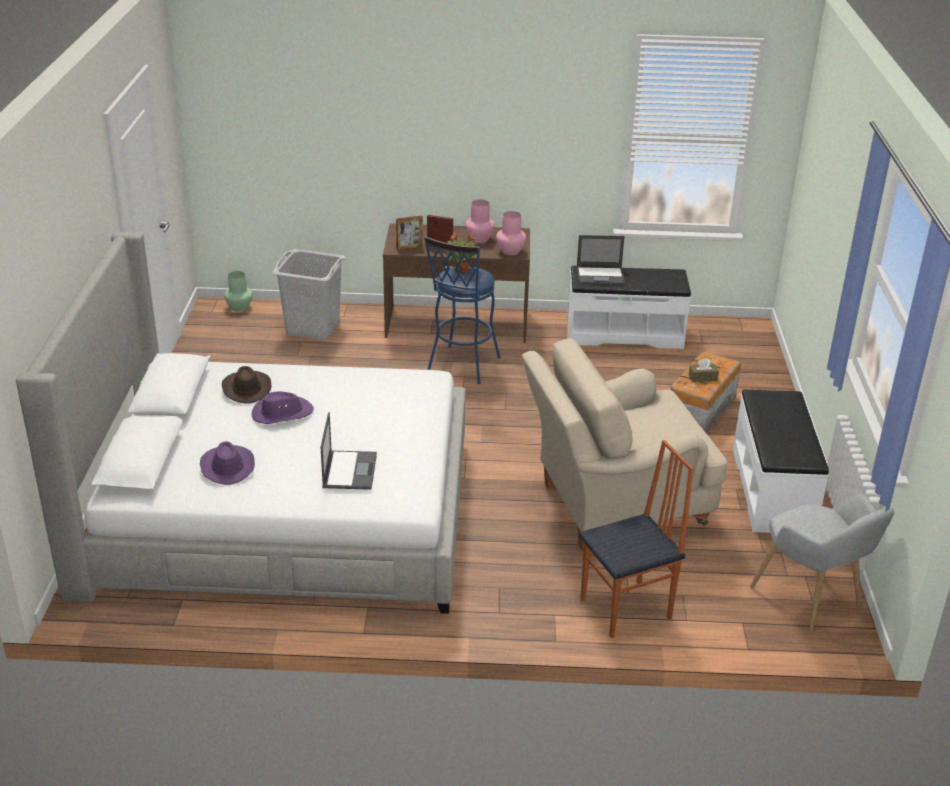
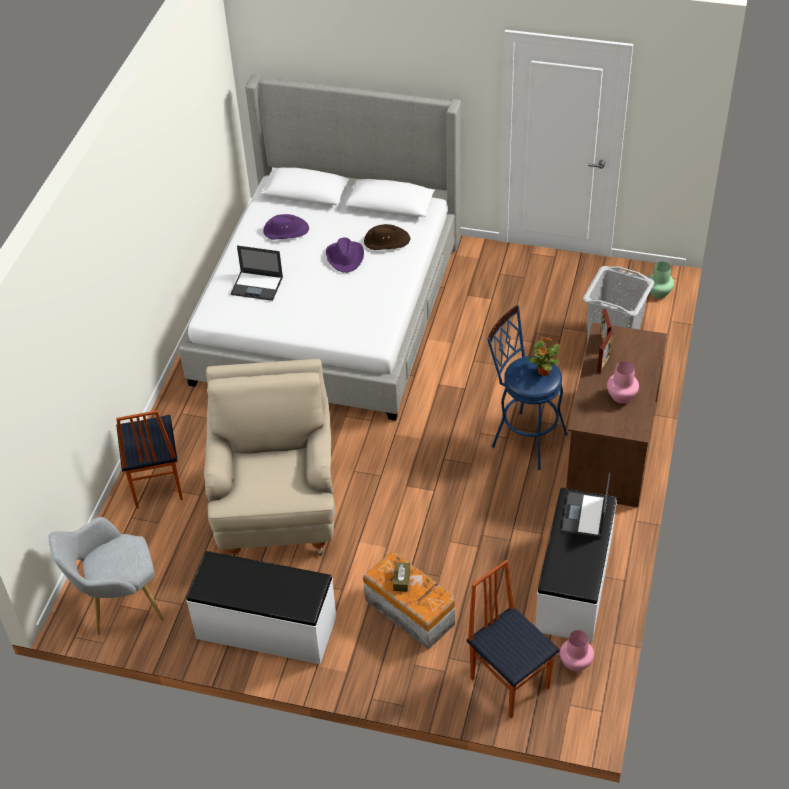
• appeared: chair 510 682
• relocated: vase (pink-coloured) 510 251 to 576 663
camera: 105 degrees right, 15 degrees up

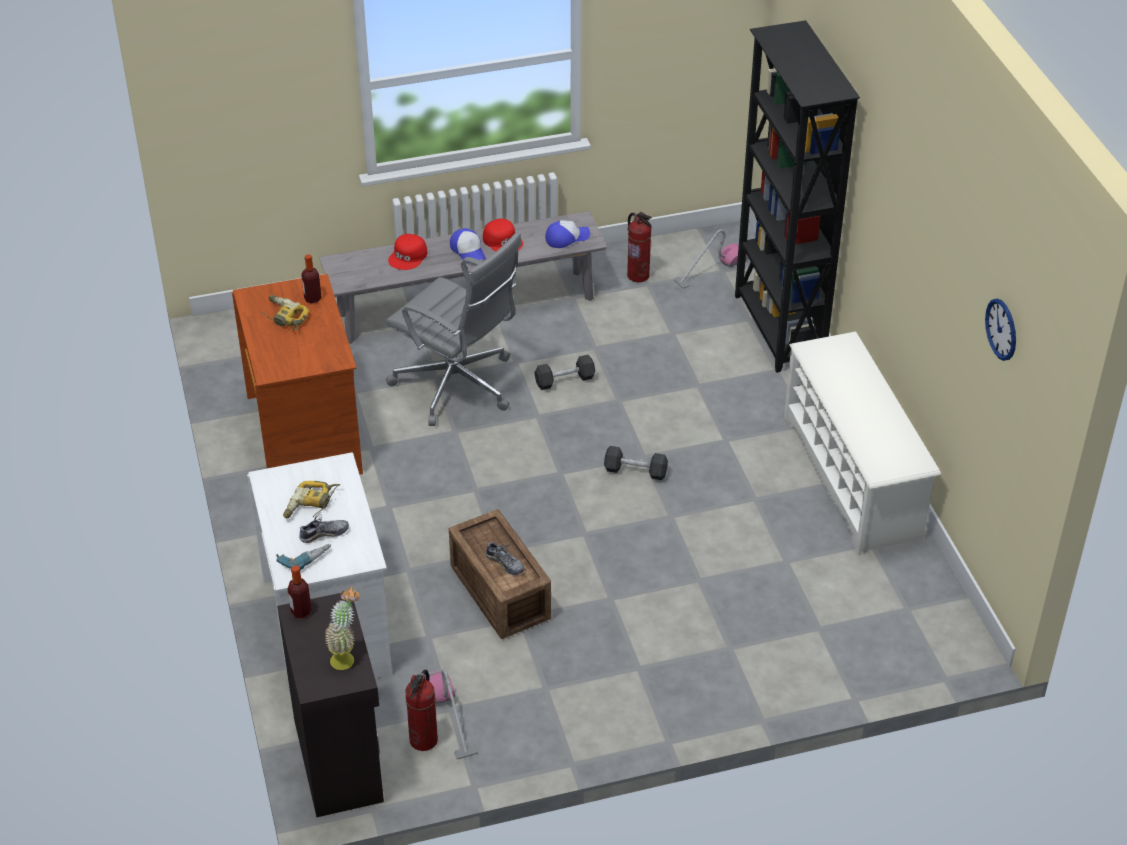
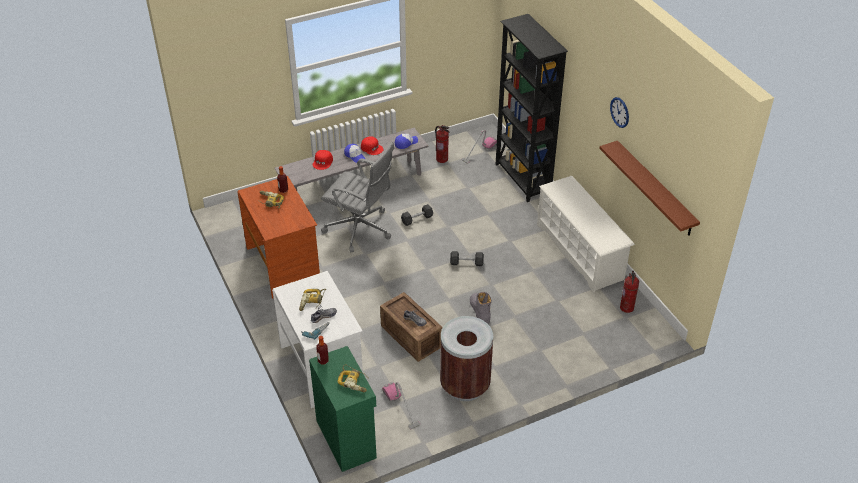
• appeared: waste bin (brown-coloured) 464 385
• appeared: tall boot (gray) 480 311
• appeared: wall shelf (brown-coloured) 655 189
• relocated: fire-fighting cylinder 424 740 to 627 308
• relocated: clock on the wall 1001 329 to 619 112
• exchanged: houseplant 346 656 to electric drill 354 381
• colour: cabinet (blackish) 340 758 to cabinet (greenish) 347 438
camera: 10 degrees left, 0 degrees up

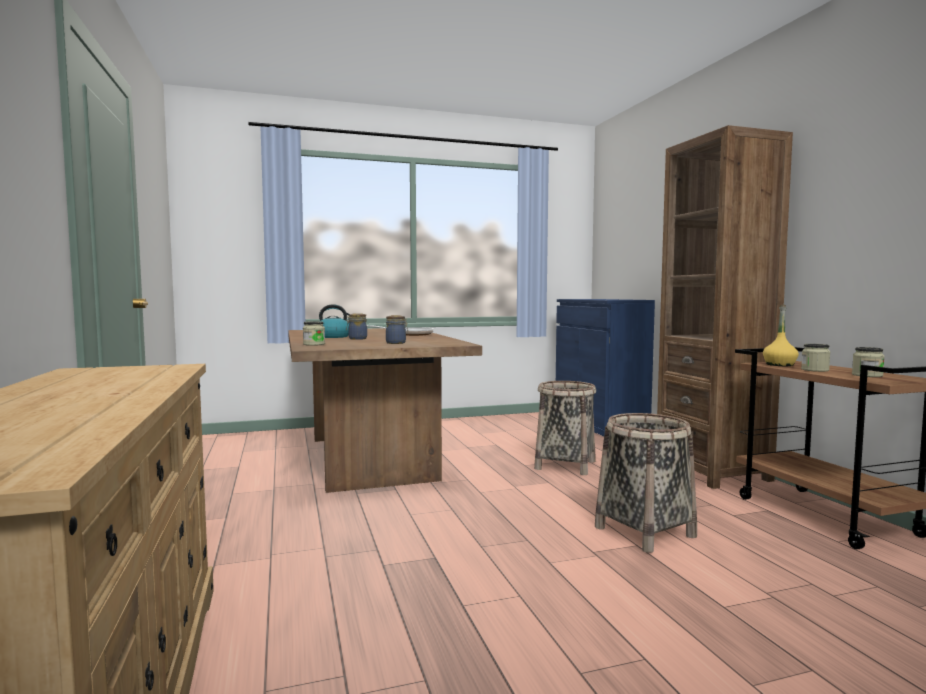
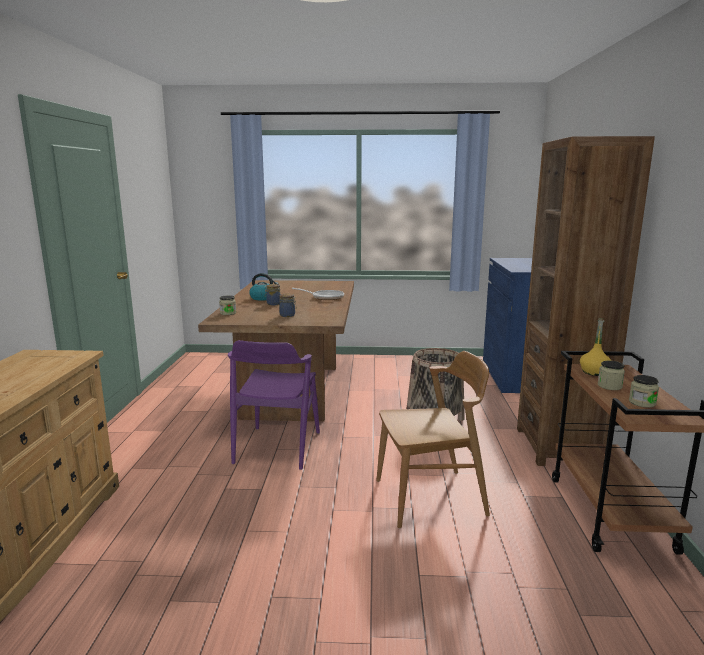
• appeared: chair (purple-coloured) 277 447
• exchanged: basket 645 532 to chair (brown-coloured) 430 497
camera: 20 degrees right, 10 degrees up

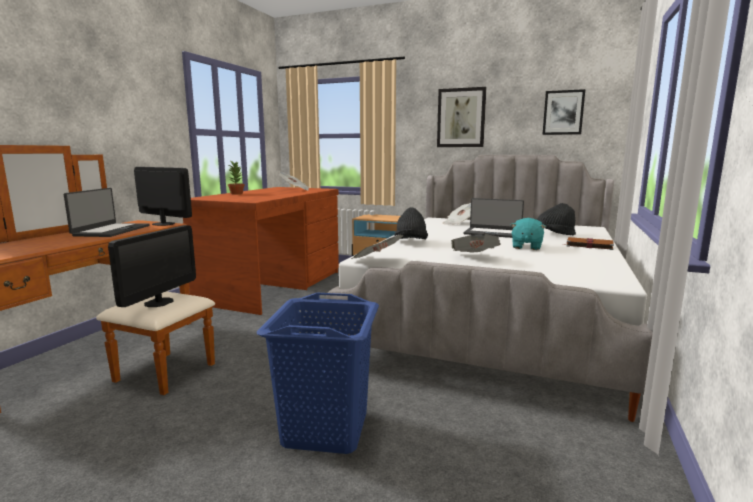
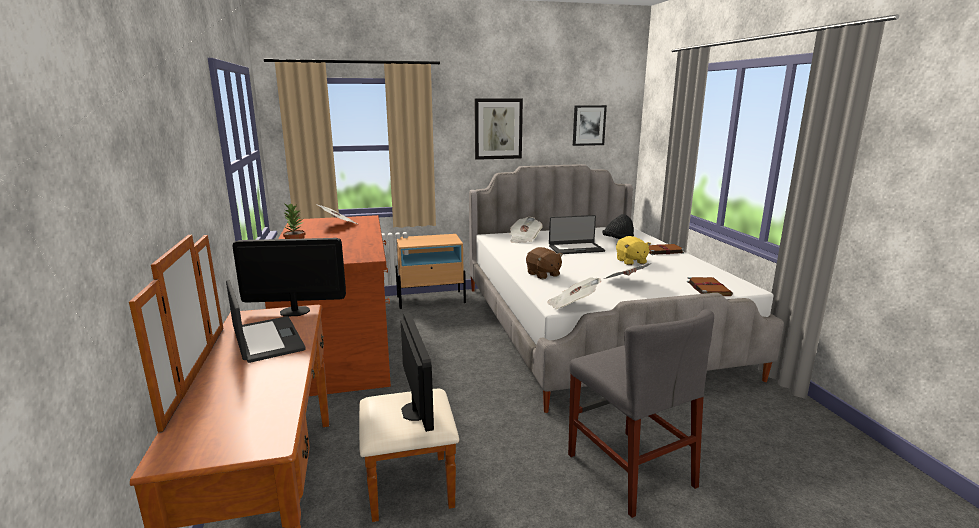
• appeared: bound book (brown-coloured) 708 288
• exchanged: hamper (blue-coloured) 324 429 to chair (gray) 629 470
• exchanged: wearable hat (blackish) 410 242 to soft toy (brown-coloured) 543 274
• colour: soft toy (turquoise) 526 247 to soft toy (yellowish) 631 261
camera: 35 degrees left, 5 degrees up

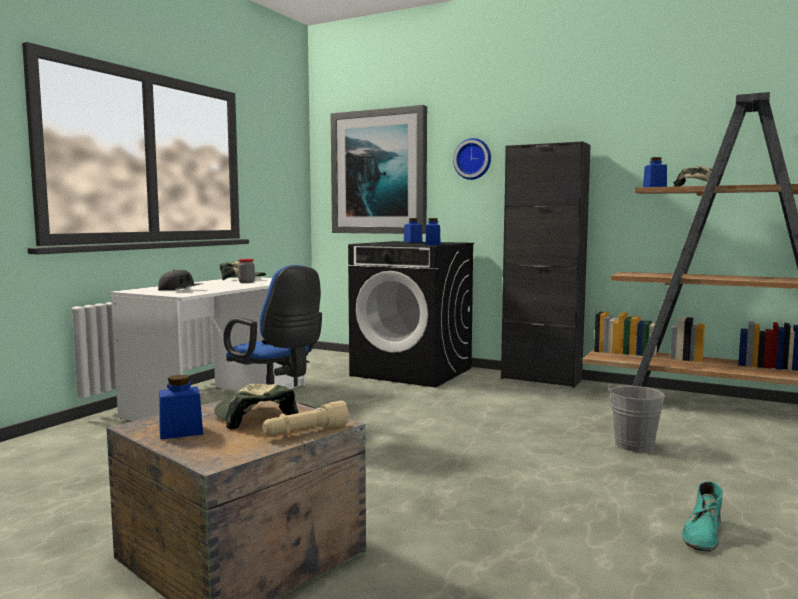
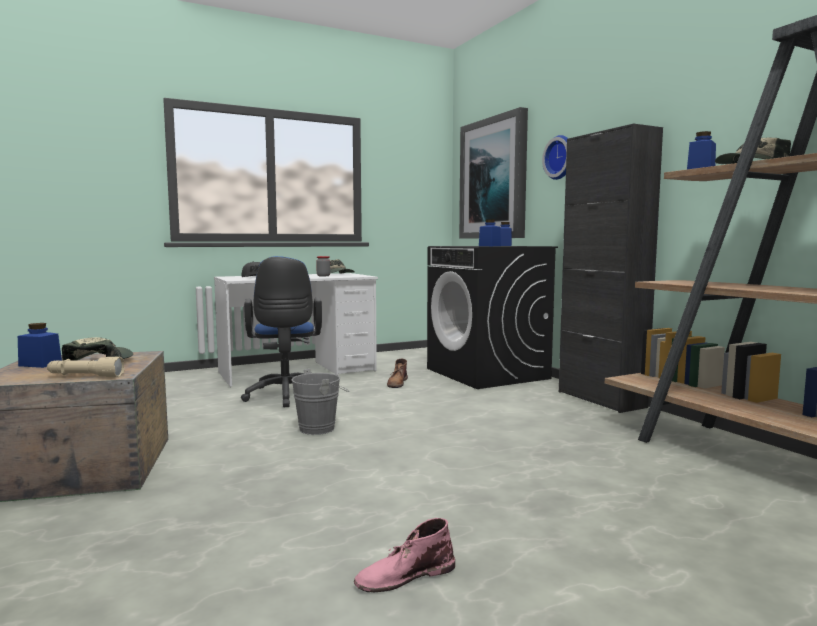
• appeared: tall boot (brown-coloured) 397 383
• relocated: pail (gray) 634 444 to 321 428
• colour: tall boot (turquoise) 702 534 to tall boot (pink-coloured) 404 575
camera: 35 degrees right, 0 degrees up

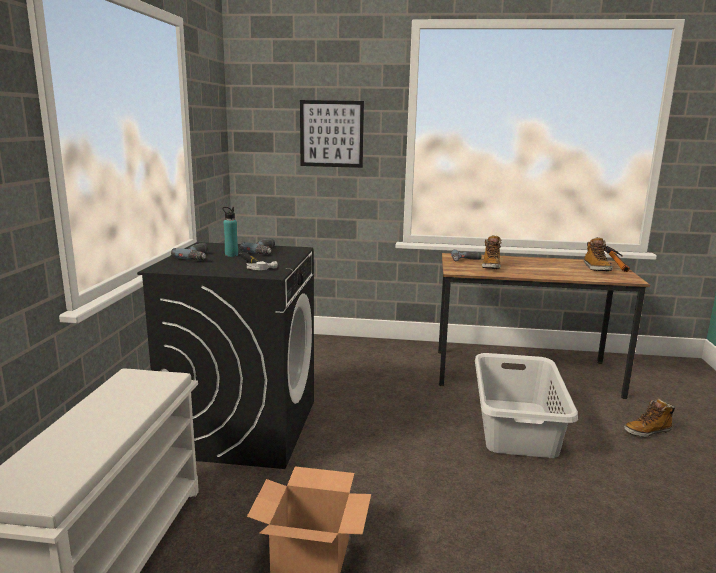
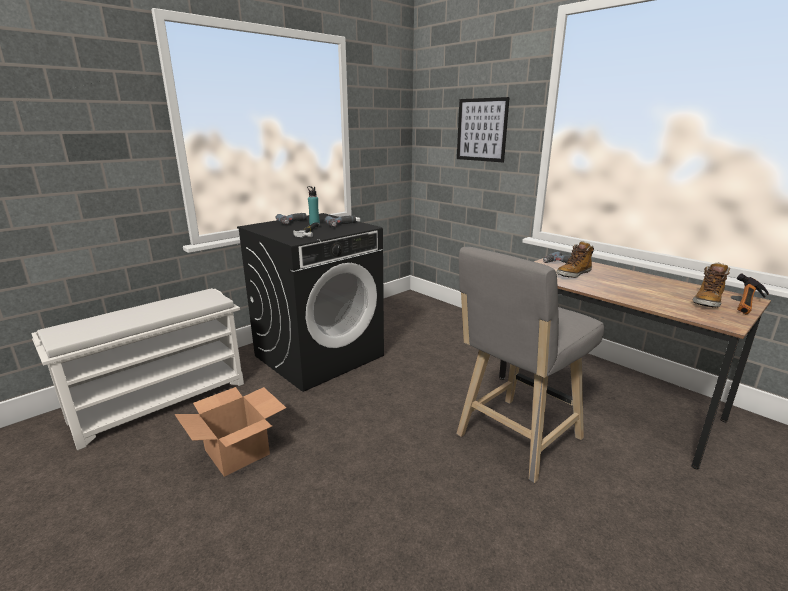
• missing: tall boot 647 431
• exchanged: hamper (gray) 515 427 to sitting stool (gray) 514 439
camera: 40 degrees right, 5 degrees up

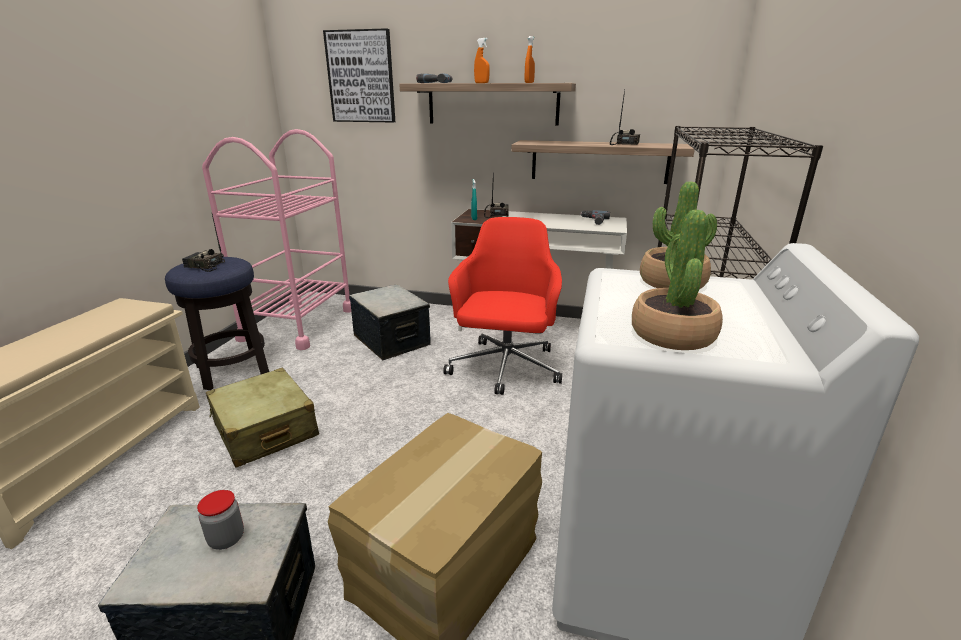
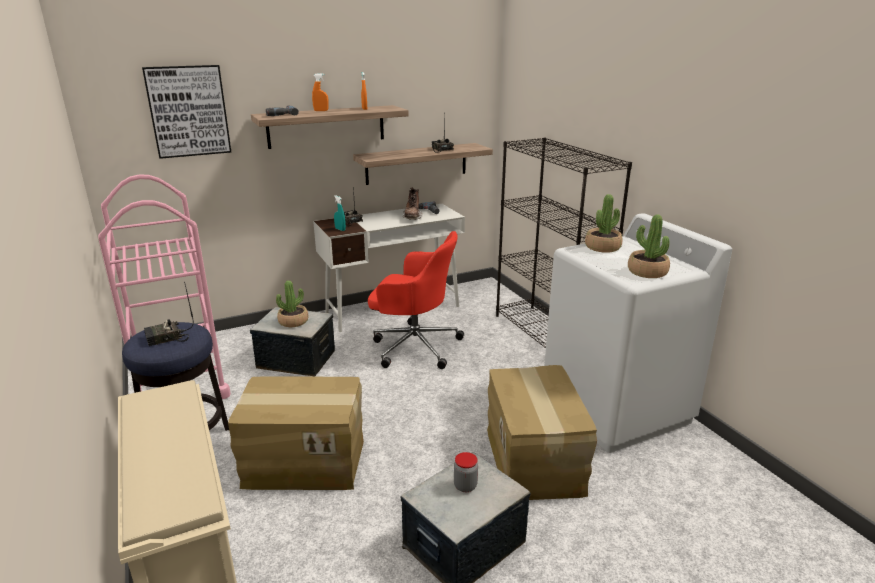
• appeared: houseplant 293 321
• appeared: tall boot (brown-coloured) 412 217
• exchanged: travel case (beige-coloured) 265 430 to carton 305 461
• spun: desk chair (reddish) 505 368 = 414 346 135 degrees clockwise
camera: 40 degrees left, 0 degrees up

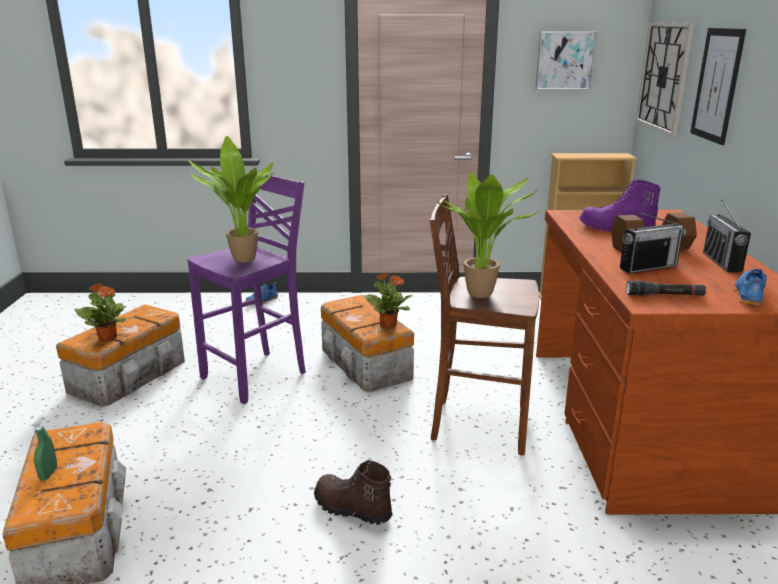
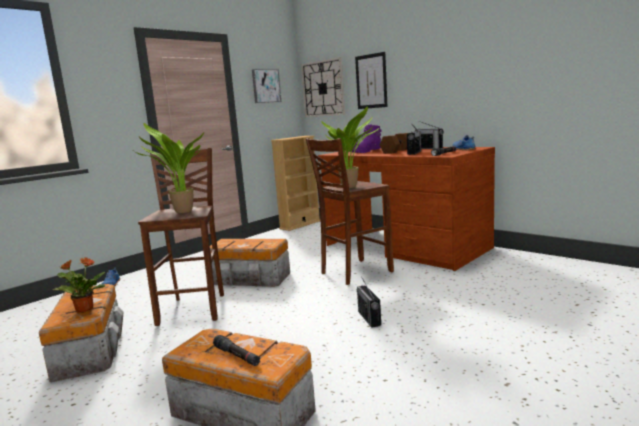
• missing: houseplant 388 324
• exchanged: sprayer (greenish) 48 474 to flashlight (blackish) 237 356
• exchanged: tall boot (brown-coloured) 351 509 to radio receiver 369 318
• colour: sitting stool (purple-coloured) 257 375 to sitting stool (brown-coloured) 194 308
camera: 45 degrees left, 10 degrees down

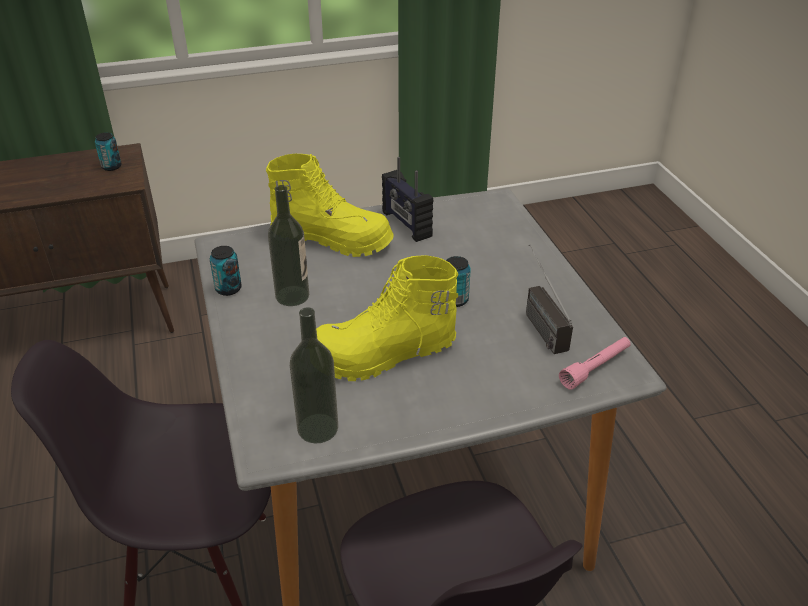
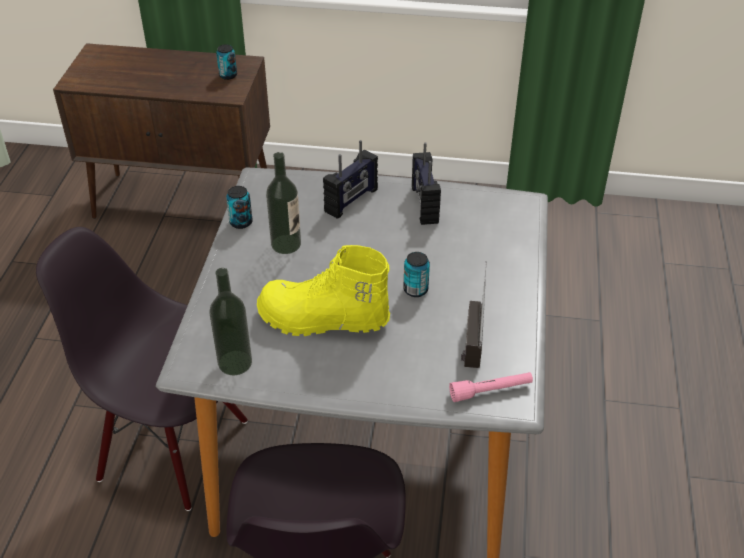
• exchanged: tall boot (yellowish) 332 239 to radio receiver 352 201
camera: 25 degrees right, 5 degrees up

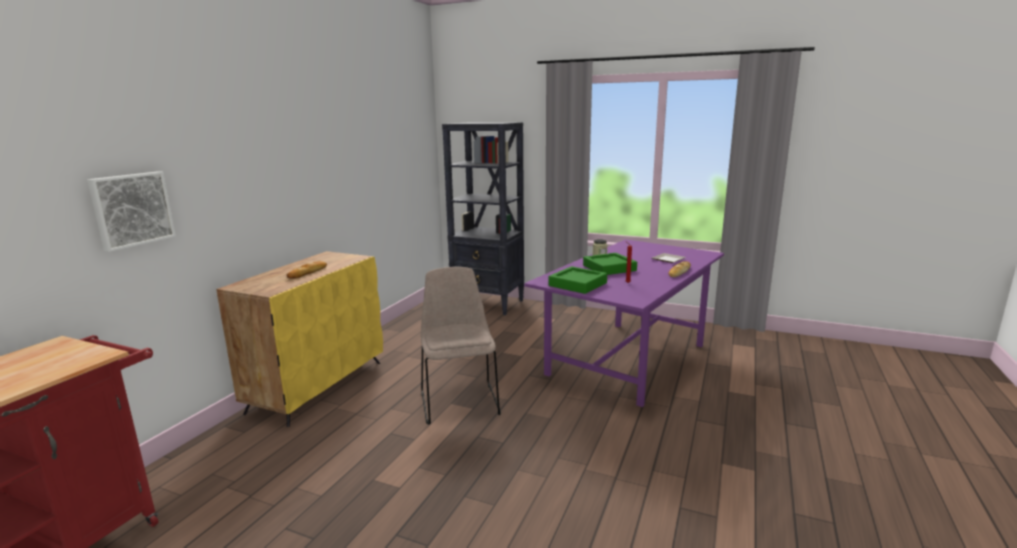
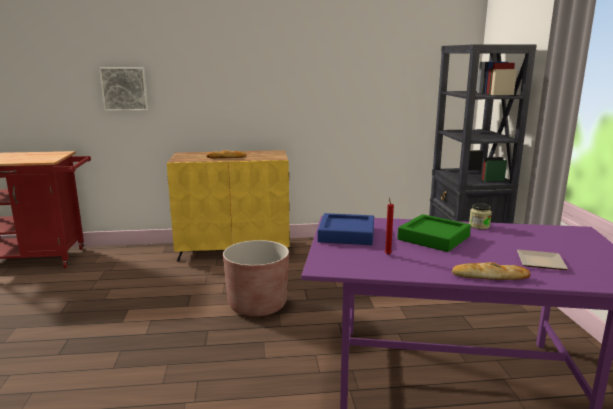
• exchanged: chair (beige-coloured) 459 401 to planter (brown-coloured) 257 305
• colour: tray (greenish) 577 284 to tray (blue-coloured) 346 234
camera: 60 degrees right, 0 degrees up

